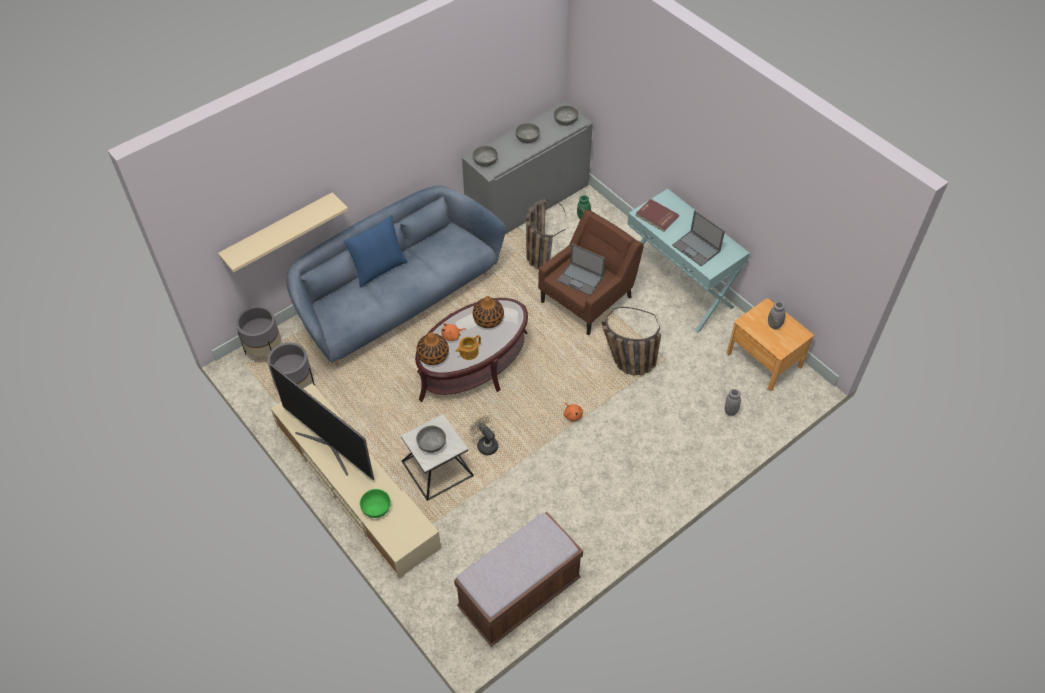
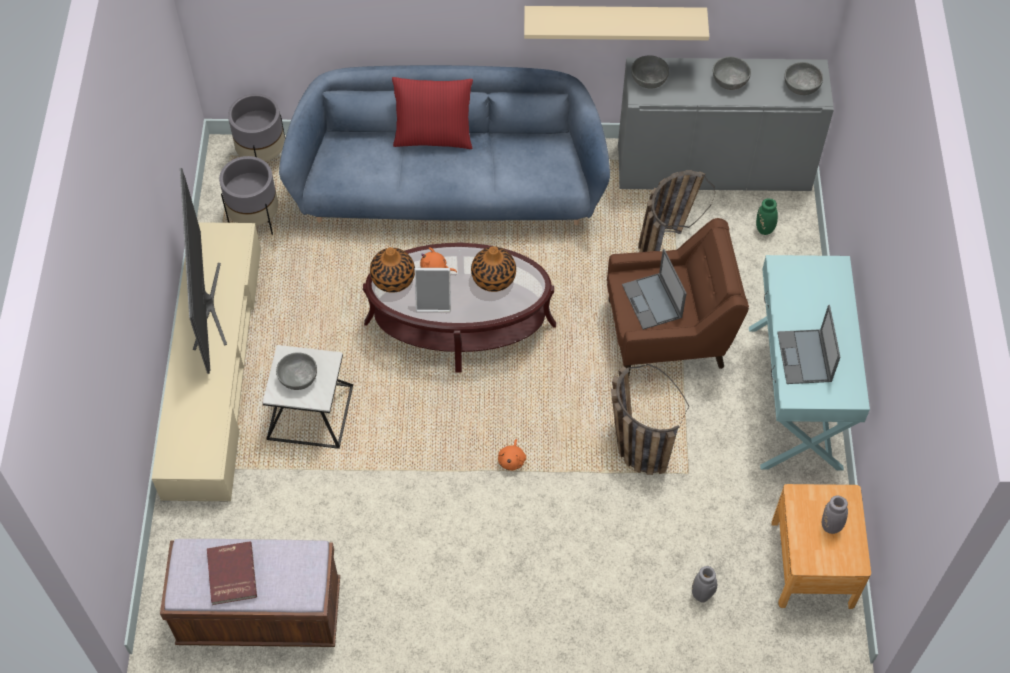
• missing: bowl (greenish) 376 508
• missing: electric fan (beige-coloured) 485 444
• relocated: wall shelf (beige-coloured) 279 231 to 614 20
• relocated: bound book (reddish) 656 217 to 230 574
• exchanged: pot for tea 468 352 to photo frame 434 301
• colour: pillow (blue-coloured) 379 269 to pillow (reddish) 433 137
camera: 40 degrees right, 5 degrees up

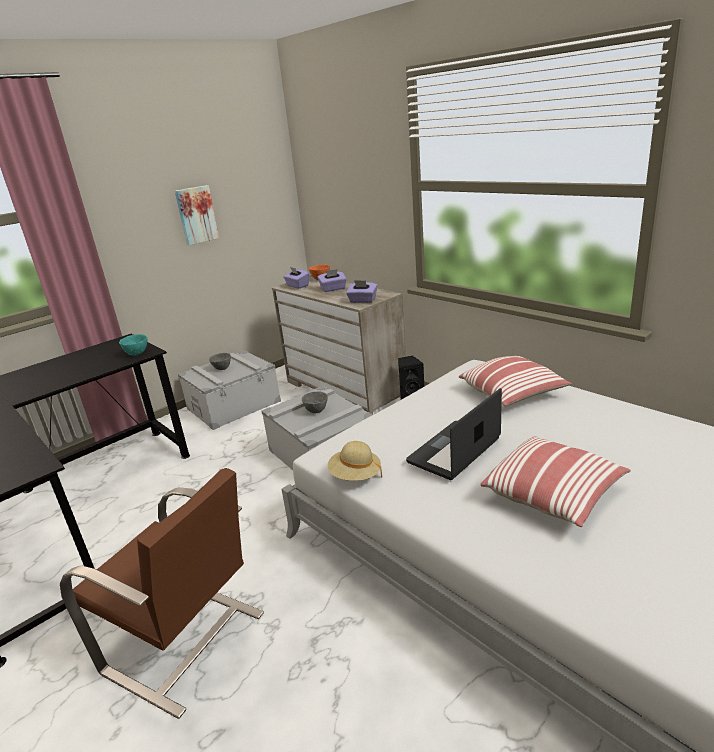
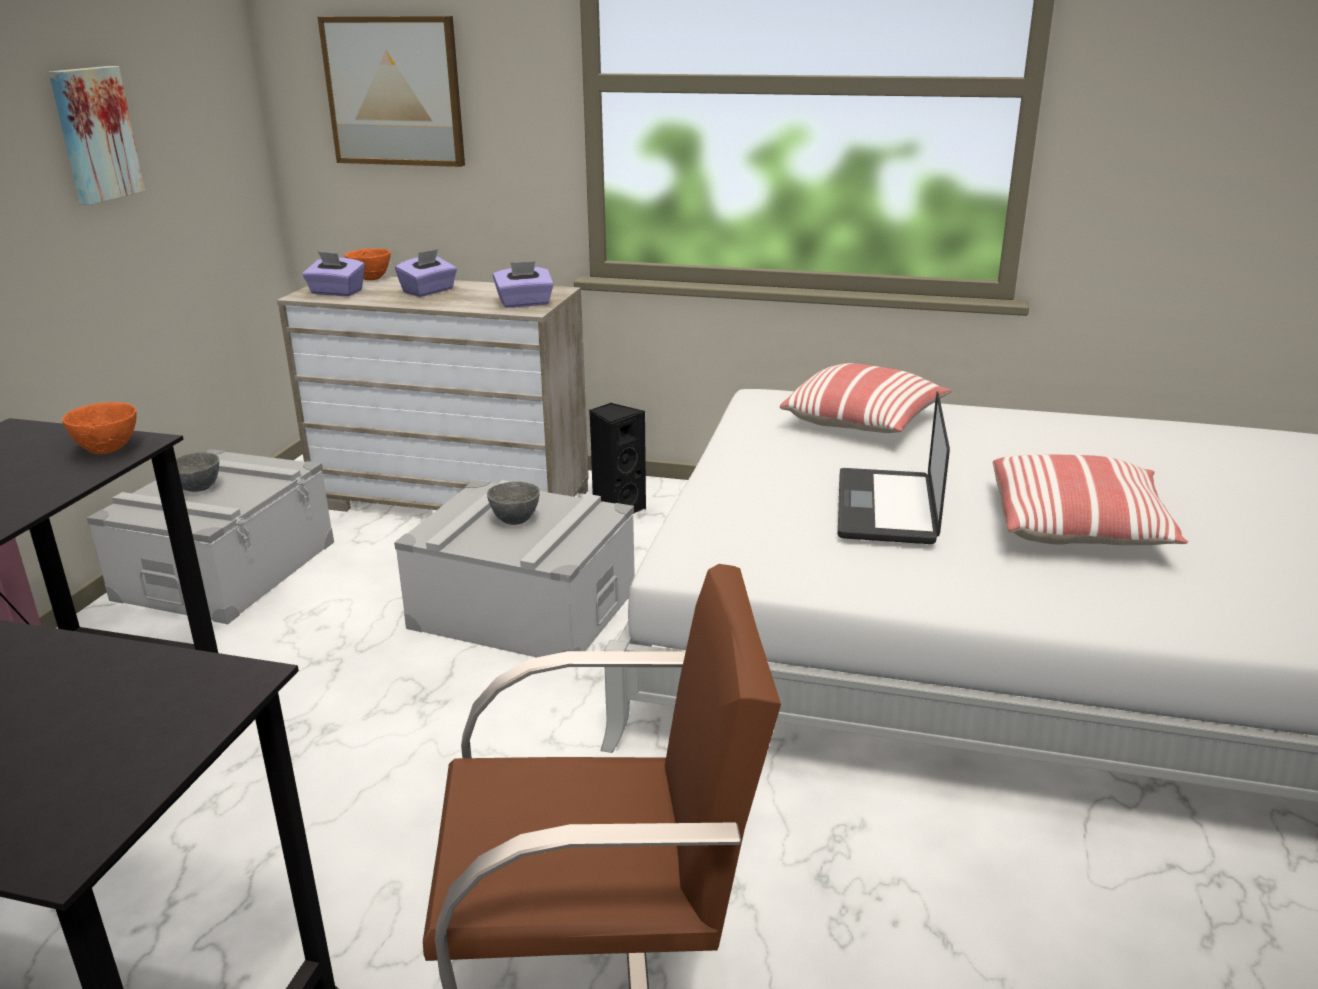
• missing: wearable hat (beige-coloured) 355 476
• appeared: picture 394 91
• colour: bowl (turquoise) 137 353 to bowl (orange) 108 450
camera: 35 degrees left, 0 degrees up

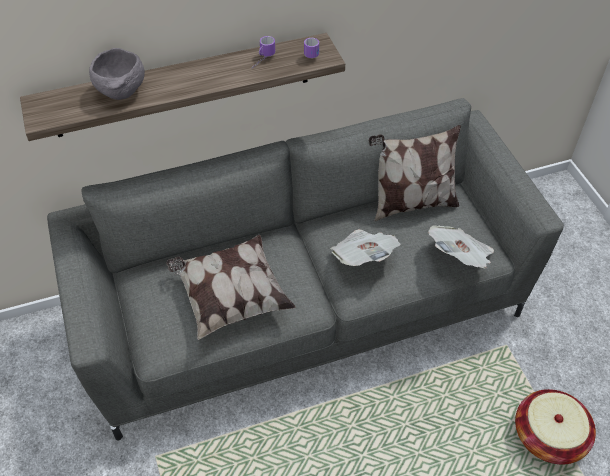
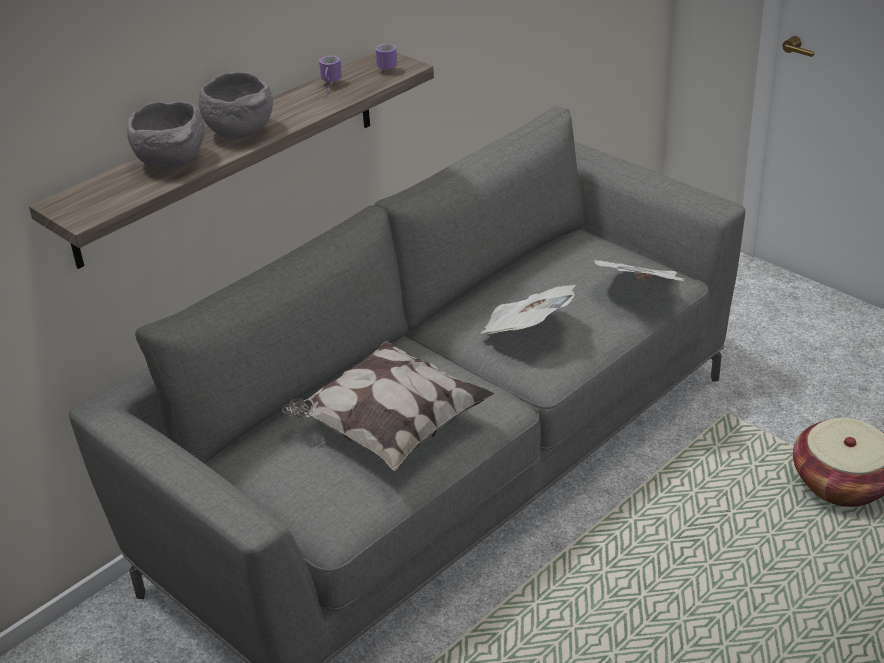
• missing: pillow 411 203
• appeared: bowl (gray) 238 132
camera: 25 degrees left, 15 degrees down

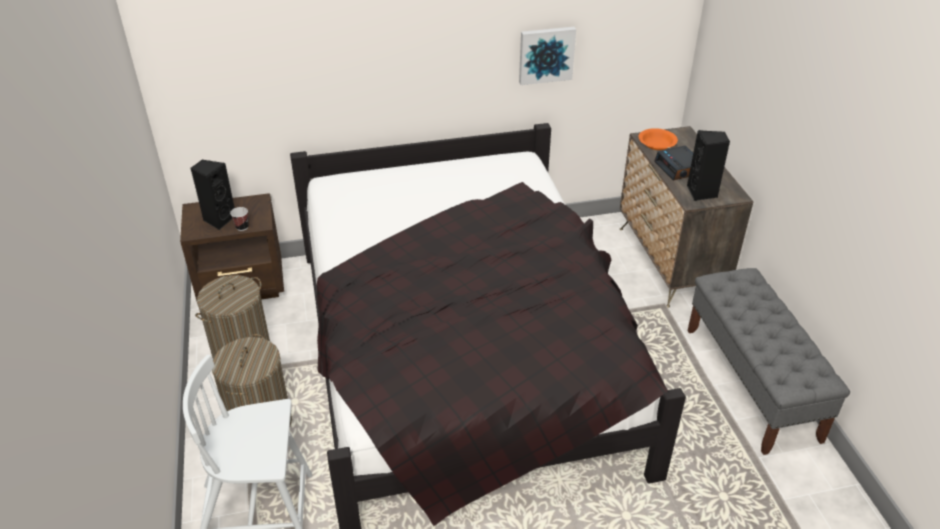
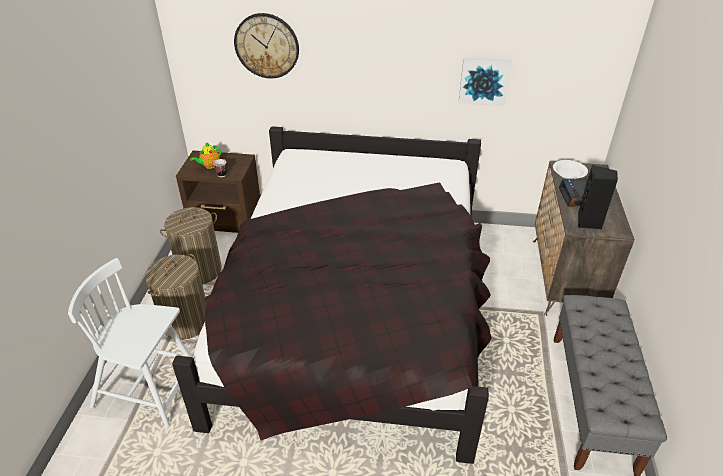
• appeared: clock on the wall 267 46
• exchanged: audio speaker (blackish) 219 219 to pot for tea 209 166
• colour: bowl (orange) 656 144 to bowl (whitish) 568 174
camera: 20 degrees right, 0 degrees up

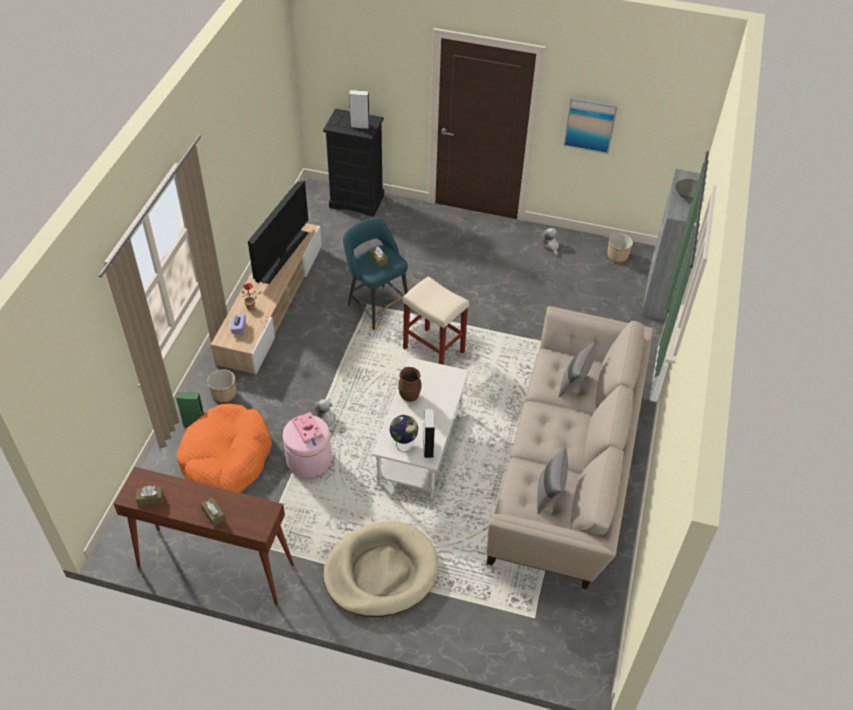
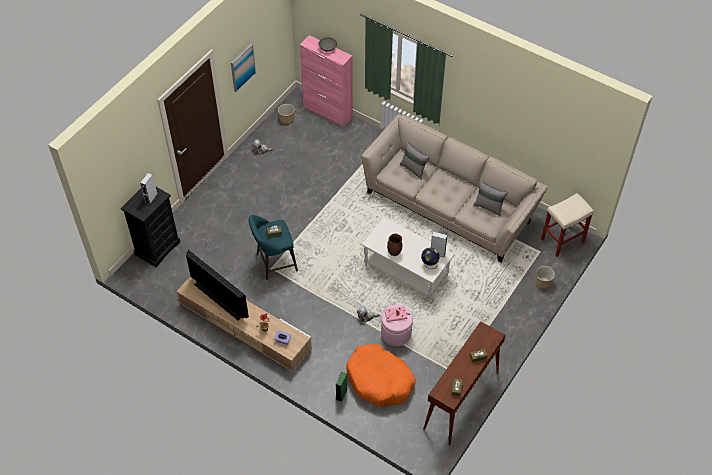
• missing: dog bed (beige-coloured) 381 572
• relocated: planter 224 394 to 543 282
• relocated: sitting stool (beige-coloured) 434 350 to 562 240
• colour: cabinet (gray) 656 292 to cabinet (pink-coloured) 328 112
camera: 70 degrees left, 5 degrees up

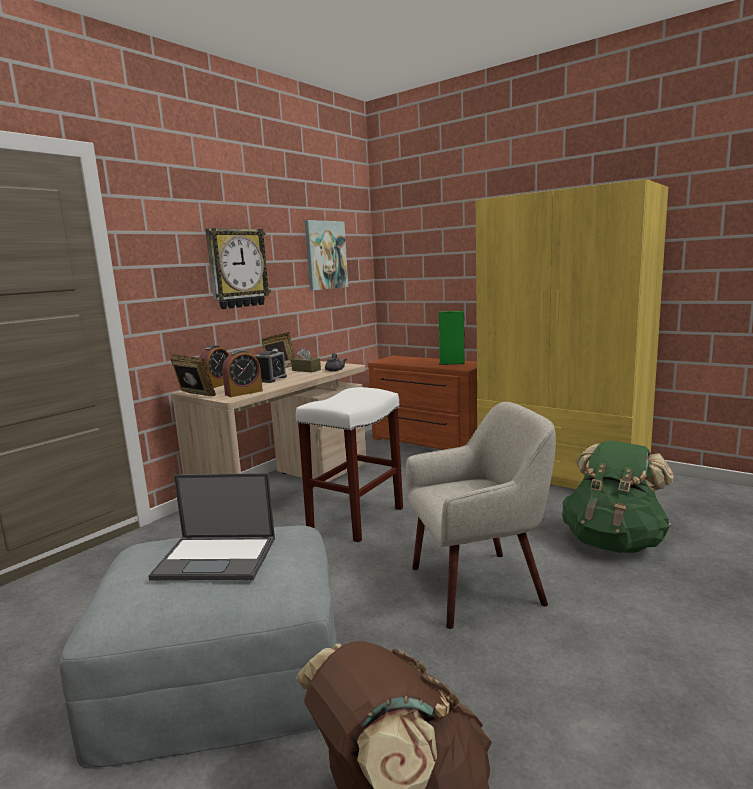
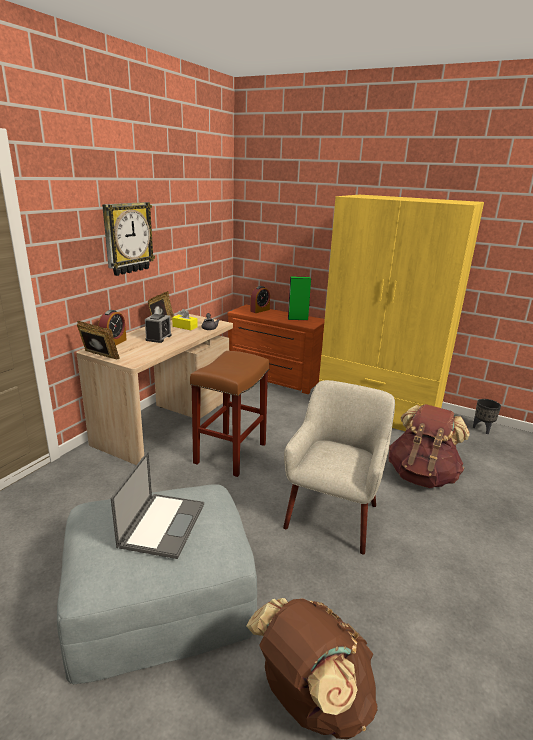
• missing: picture 325 255
• appeared: planter (blackish) 483 429
• relocated: alarm clock 244 393 to 260 310
• colour: tissue holder (brown-coloured) 306 370 to tissue holder (yellowish) 185 327
• colour: sitting stool (whitish) 356 519 to sitting stool (brown-coloured) 230 454
• colour: knapsack (greenish) 613 542 to knapsack (brown-coloured) 422 476
• spun: notebook computer 217 558 = 162 524 75 degrees counterclockwise
• spun: armchair (beige-coloured) 478 586 = 333 515 45 degrees counterclockwise
camera: 10 degrees left, 10 degrees up

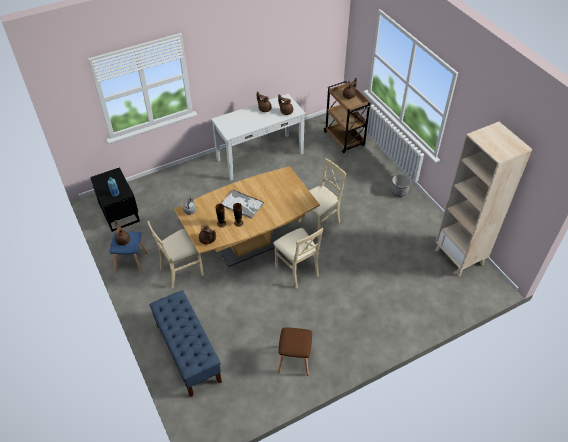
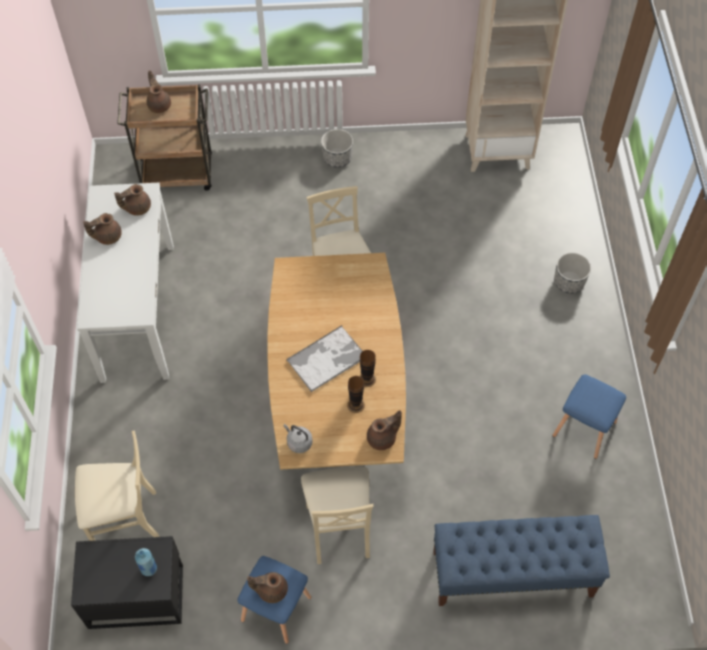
• appeared: planter 569 282
• relocated: chair (beige-coloured) 297 270 to 124 519
• colour: sitting stool (brown-coloured) 294 359 to sitting stool (blue-coloured) 583 429
camera: 65 degrees left, 10 degrees up

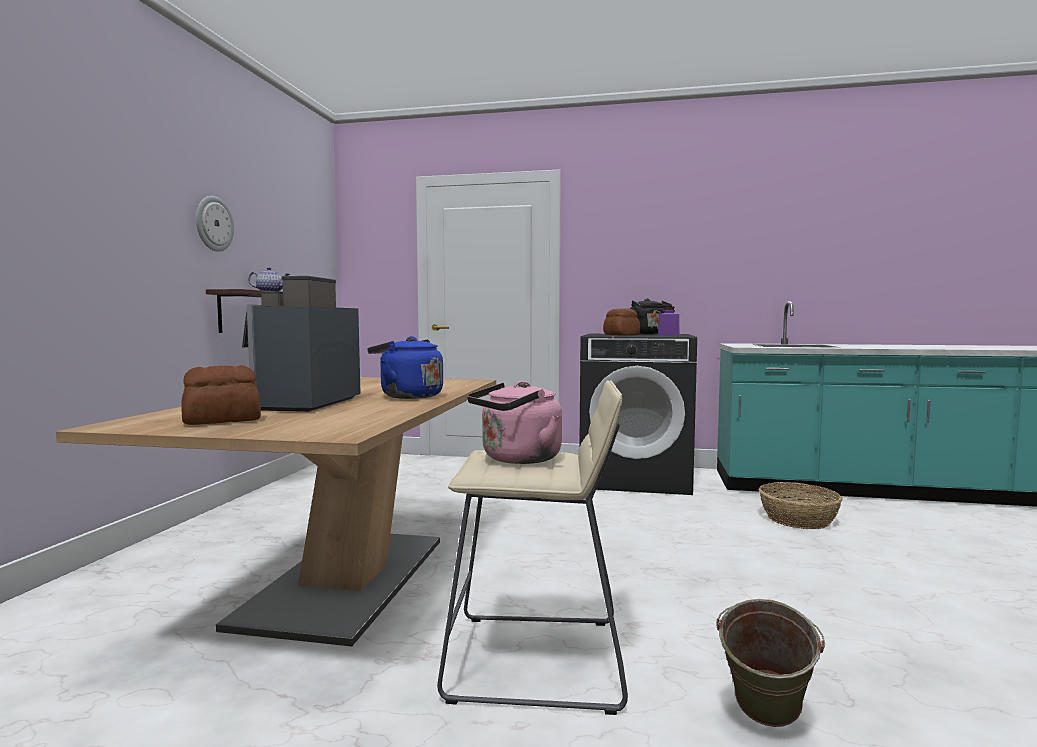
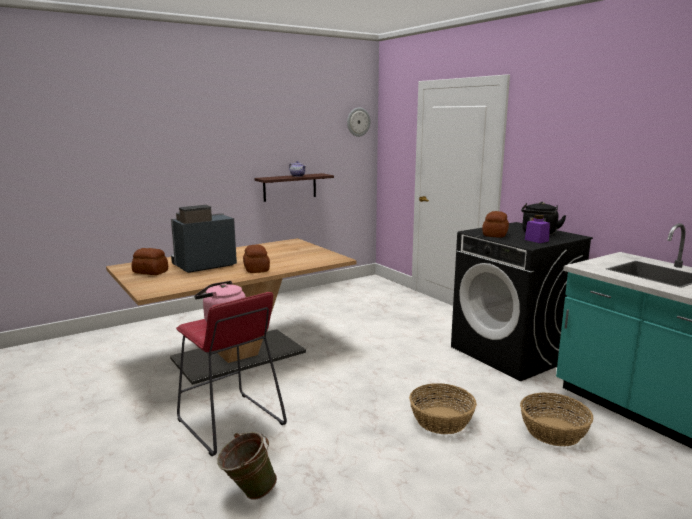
• appeared: basket 442 420
• relocated: clock on the wall 213 224 to 358 122
• exchanged: kettle (blue-coloured) 408 396 to baked bread 257 269
• colour: sitting stool (beige-coloured) 536 660 to sitting stool (reddish) 230 423
camera: 45 degrees right, 10 degrees up

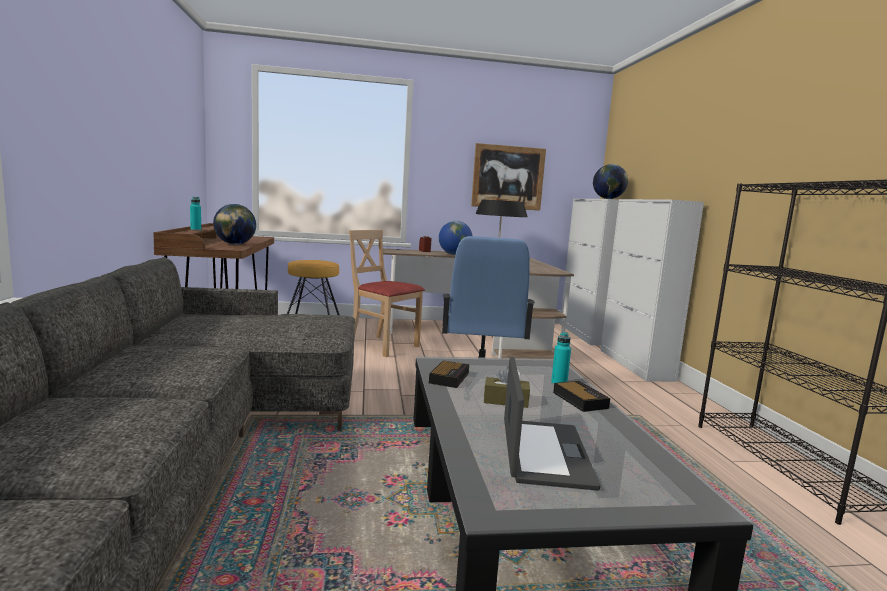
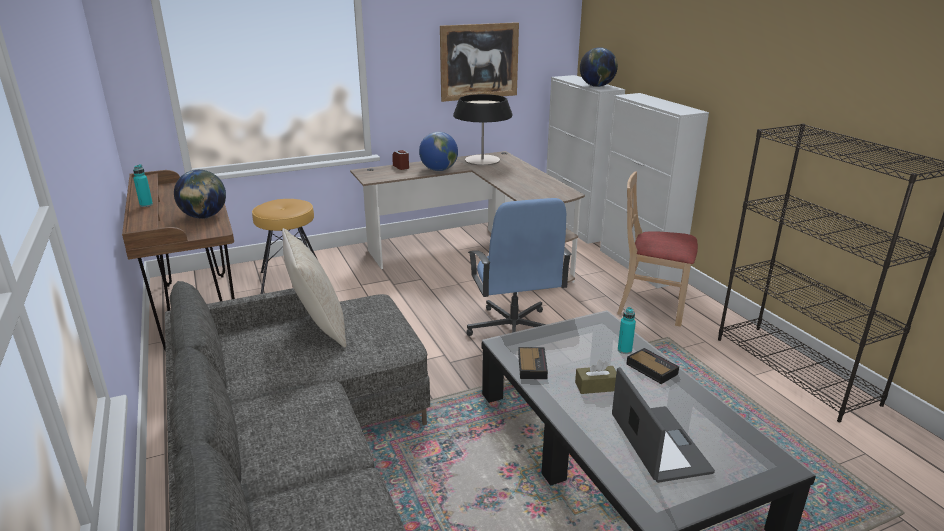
• appeared: pillow (beige-coloured) 318 327
• relocated: chair (beige-coloured) 383 346 to 651 307
camera: 15 degrees left, 15 degrees up

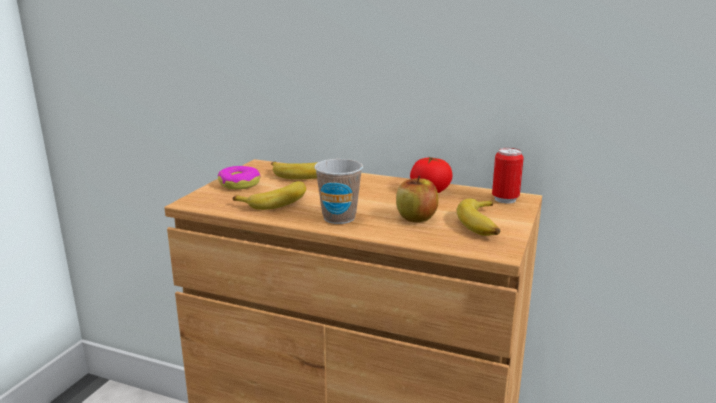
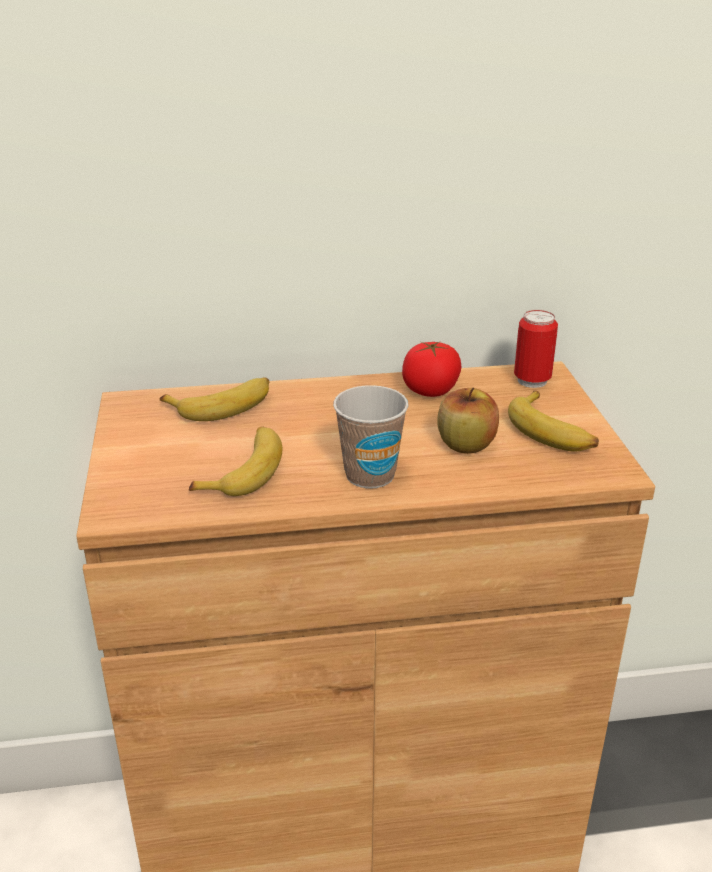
• missing: donut 239 184
camera: 30 degrees left, 10 degrees up

